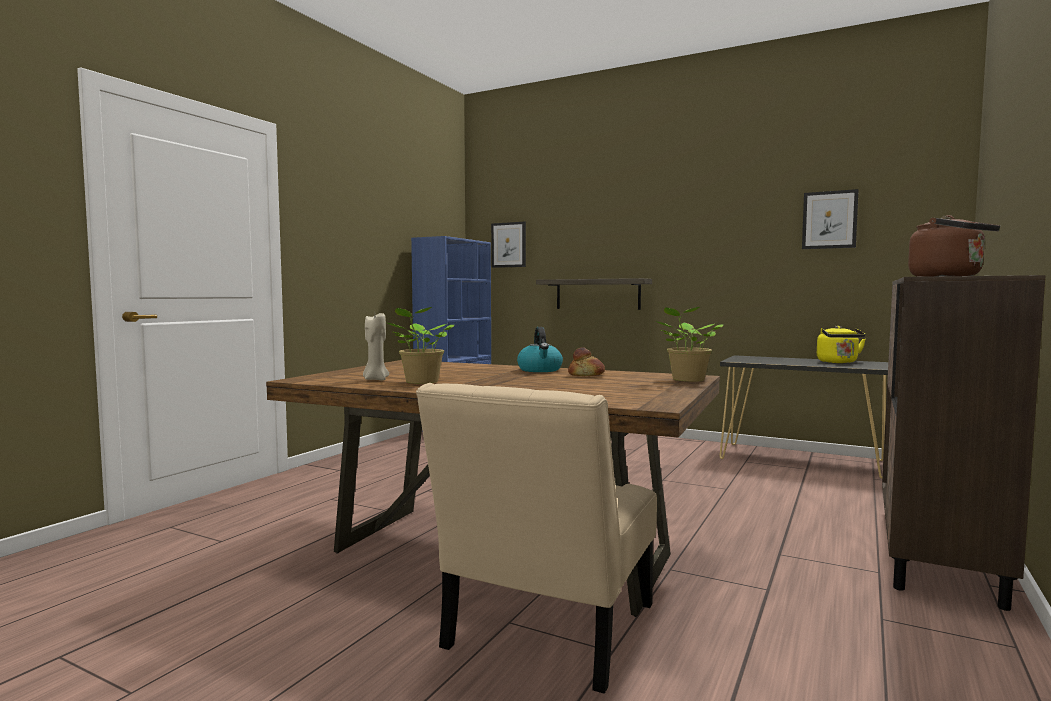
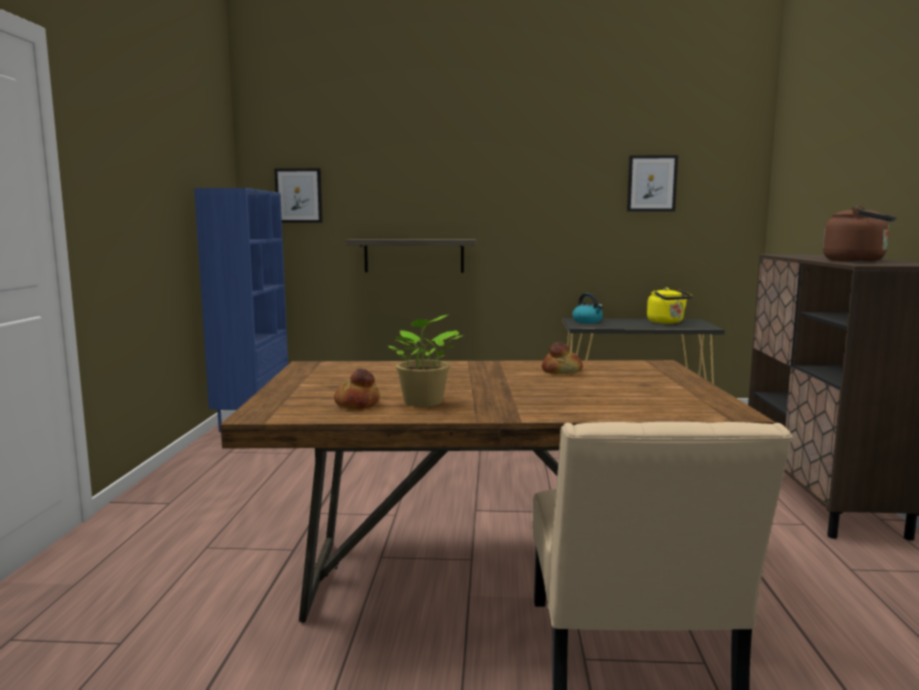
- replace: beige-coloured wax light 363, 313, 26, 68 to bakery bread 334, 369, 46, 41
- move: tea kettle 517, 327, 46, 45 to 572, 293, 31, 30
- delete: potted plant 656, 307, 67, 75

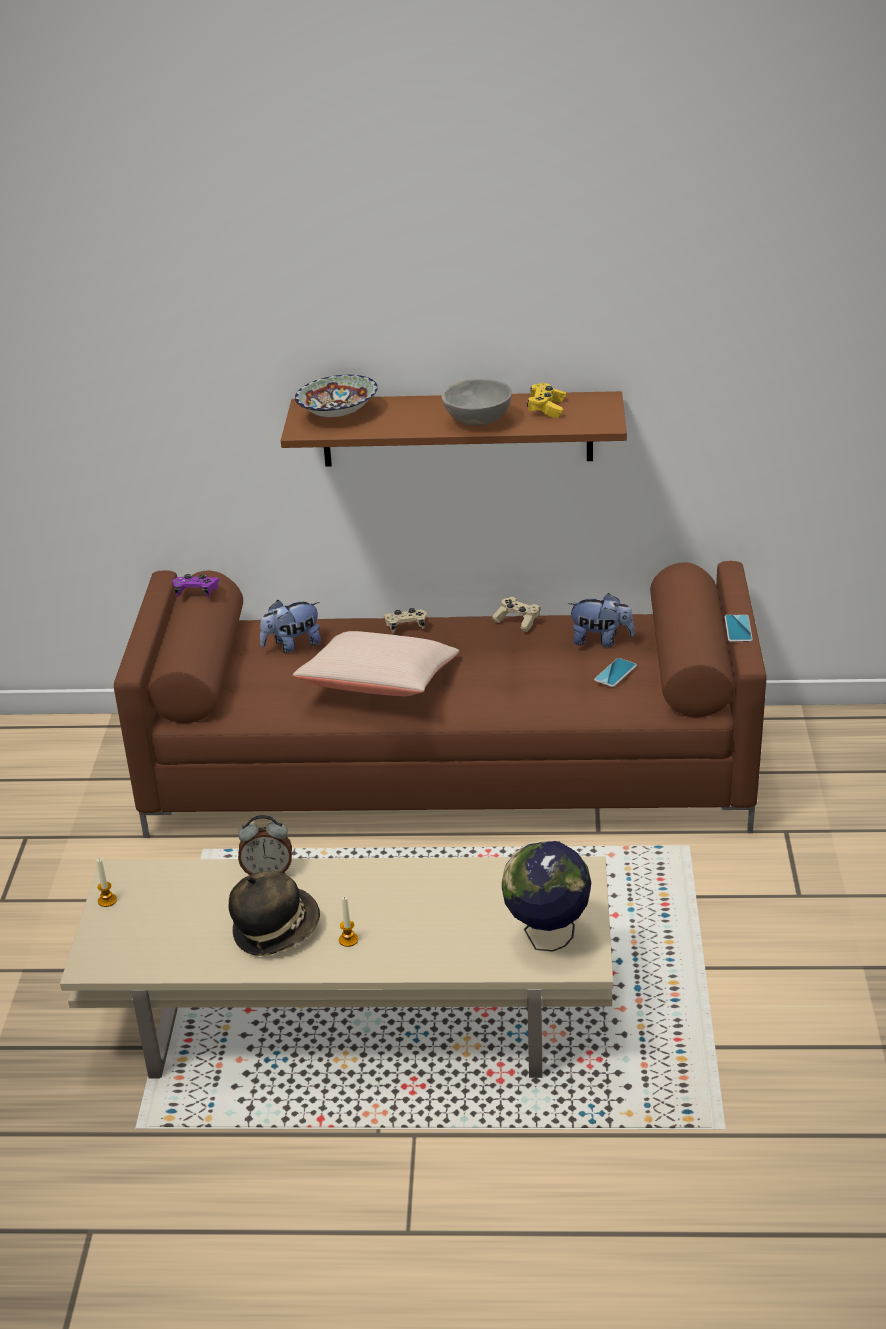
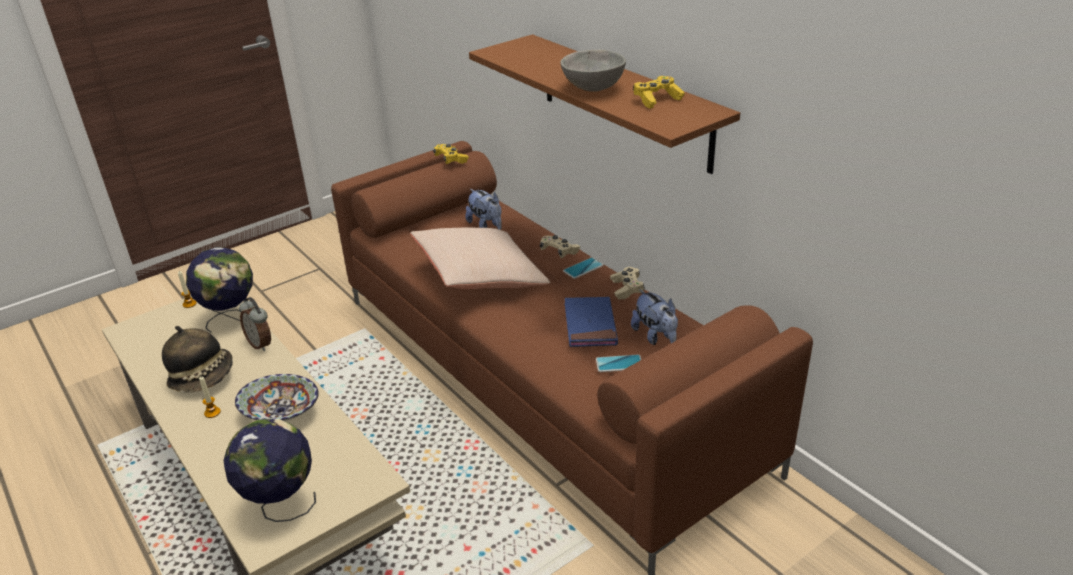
- recolor: purplish gamepad 172, 574, 48, 23 to yellowish gamepad 433, 144, 36, 20
- rotate: cuddly toy 260, 600, 61, 53 = 466, 189, 36, 41 150 degrees counterclockwise
- move: bowl 295, 375, 83, 42 to 235, 374, 84, 47
- move: phone 725, 615, 28, 27 to 563, 258, 40, 21
- insert: desk globe 186, 247, 67, 86
- insert: blue-coloured bound book 564, 297, 54, 50

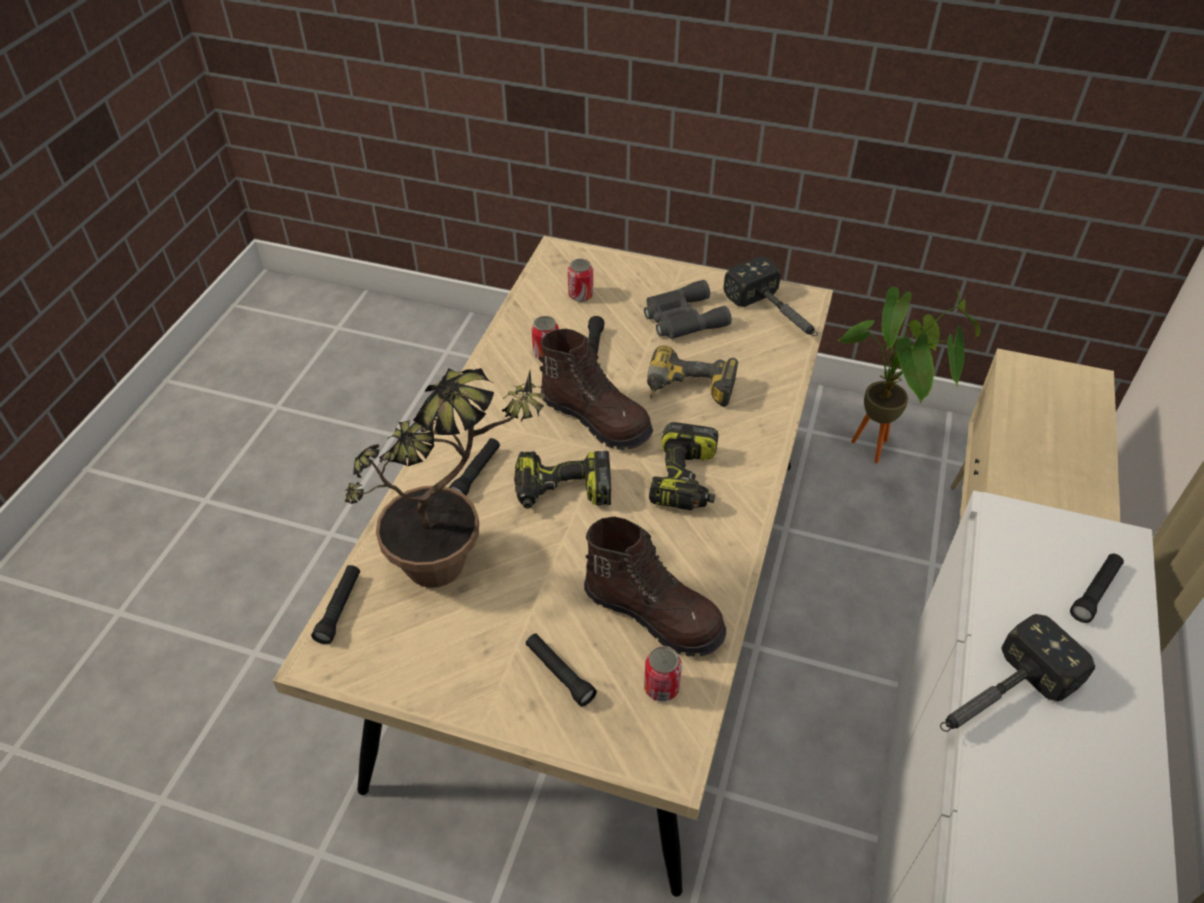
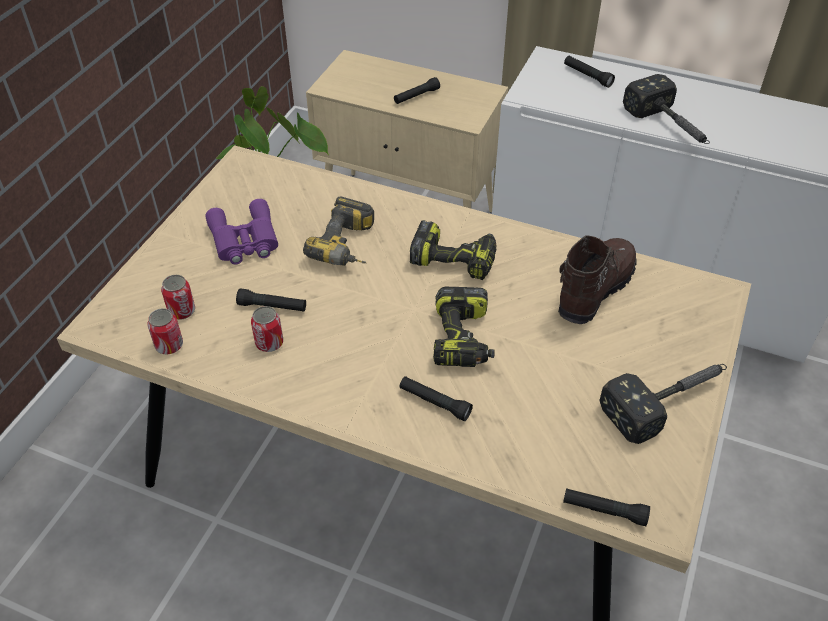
- delete: potted plant 345, 368, 210, 220
- move: black-coloured hand torch 526, 634, 71, 73 to 394, 77, 46, 27
- delete: brown high-top boot 539, 329, 114, 121
- recolor: grey field glasses 644, 280, 88, 59 to purplish field glasses 205, 199, 73, 66
- move: can 644, 646, 38, 55 to 147, 308, 36, 46
- move: hammer 723, 256, 95, 80 to 599, 364, 128, 80

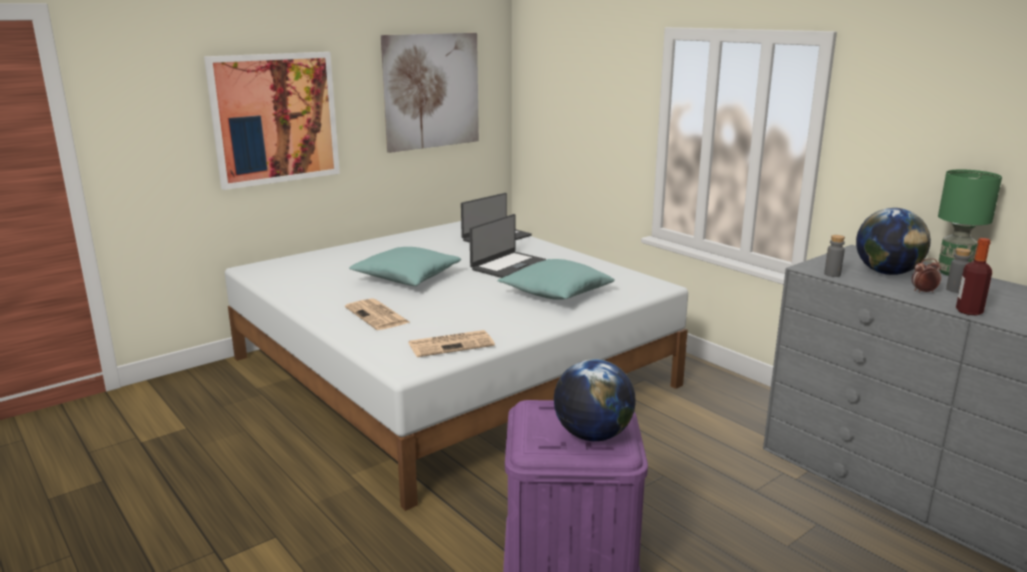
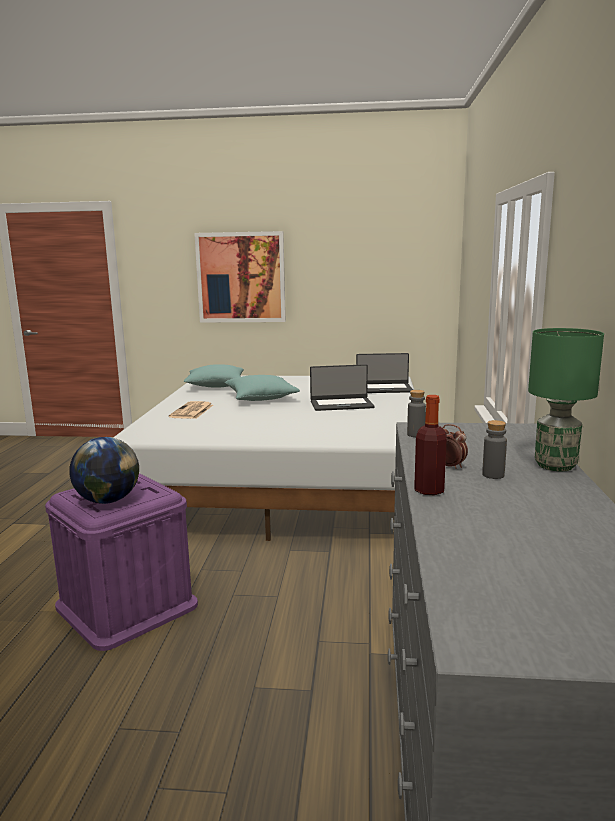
- delete: wall art 381, 33, 98, 120
- delete: newspaper 408, 330, 87, 27
- move: blue-green pillow 497, 259, 118, 41 to 184, 364, 60, 23
- delete: desk globe 856, 208, 75, 67

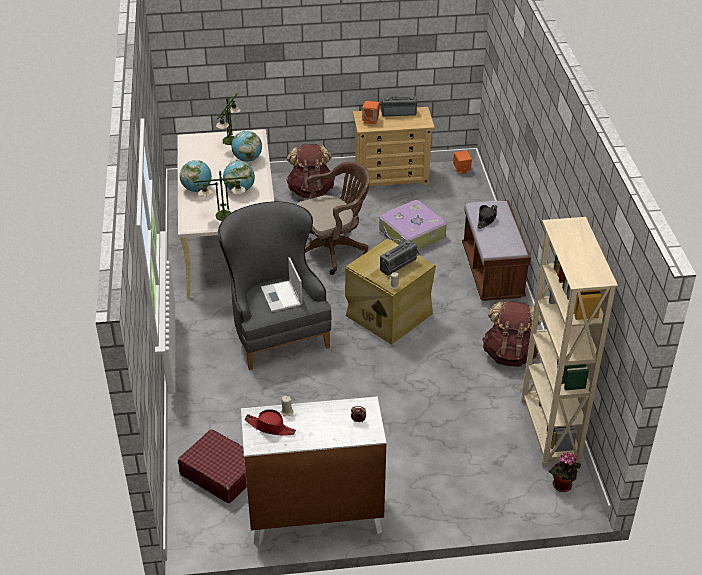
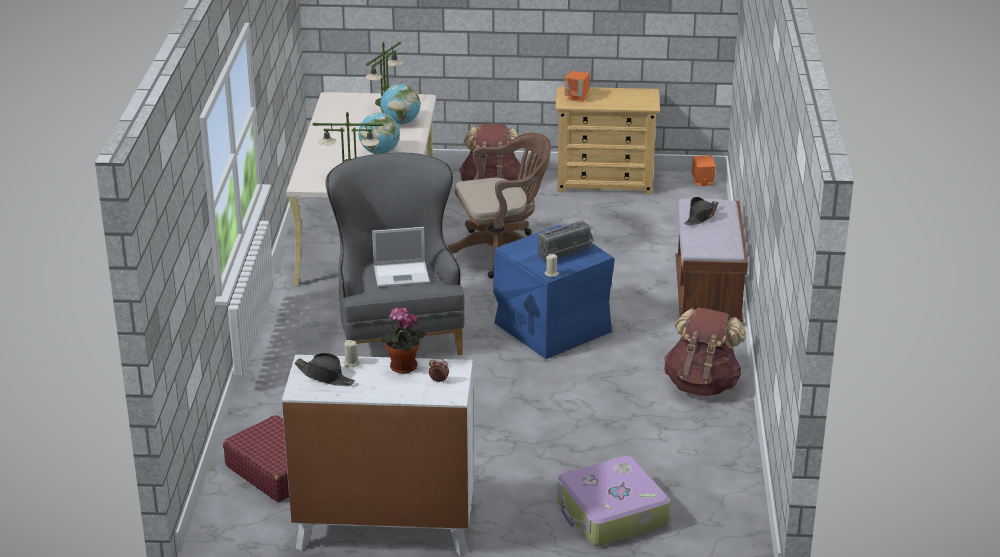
- delete: desk globe 180, 160, 32, 32
- recolor: red-coloured hat 245, 409, 51, 27 to black-coloured hat 294, 353, 61, 33
- rotate: portable computer 261, 257, 41, 55 = 372, 227, 58, 60 90 degrees counterclockwise
- recolor: beige-coloured storage bin 345, 238, 91, 107 to blue-coloured storage bin 493, 225, 122, 134
- move: piece of luggage 379, 200, 68, 49 to 557, 456, 113, 90
- delete: radio 381, 96, 36, 20
- delete: beige-coloured bookcase 521, 217, 97, 250
- move: potted plant 549, 452, 32, 40 to 380, 307, 46, 67

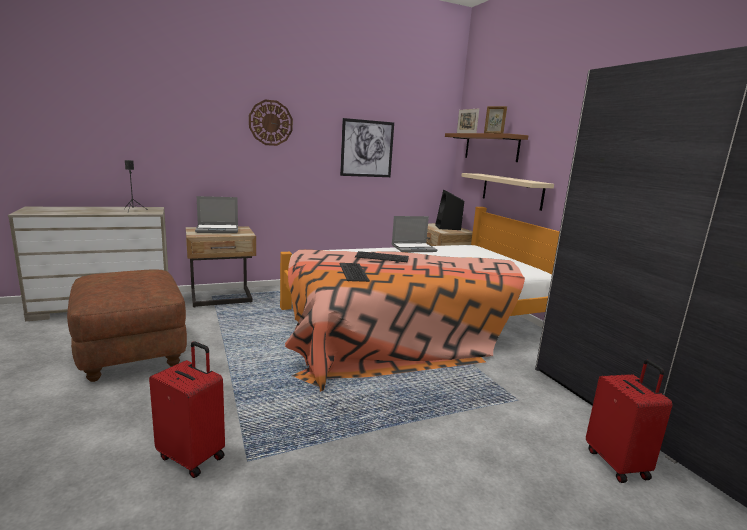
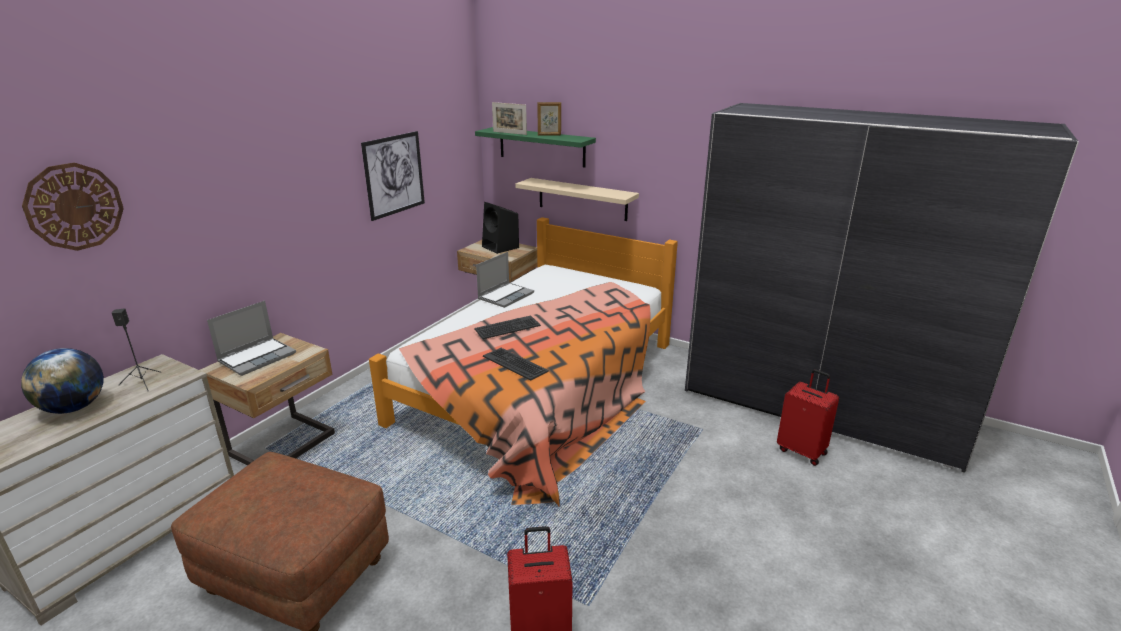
- move: clock on the wall 249, 100, 44, 46 to 22, 163, 102, 88
- recolor: brown shelf 445, 133, 84, 29 to greenish shelf 475, 127, 121, 40
- insert: desk globe 21, 348, 83, 66

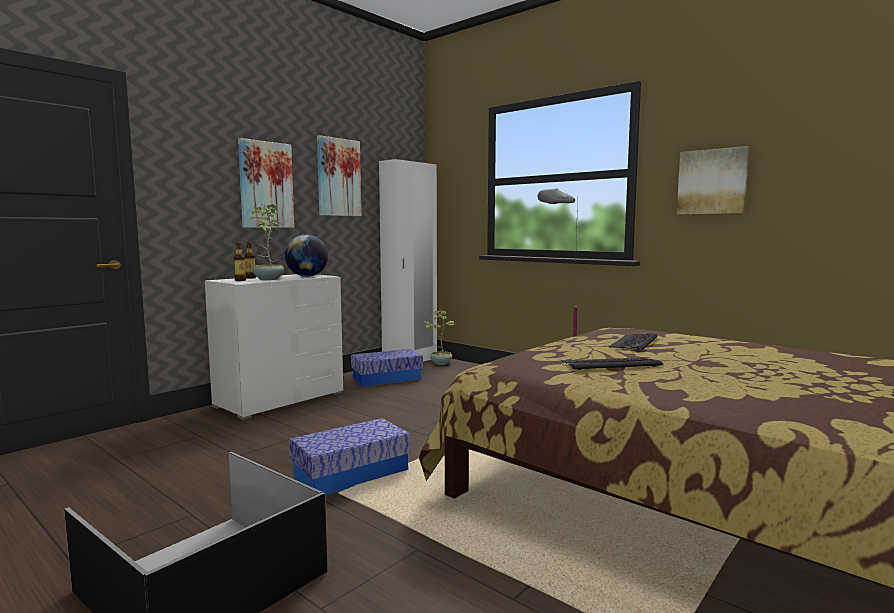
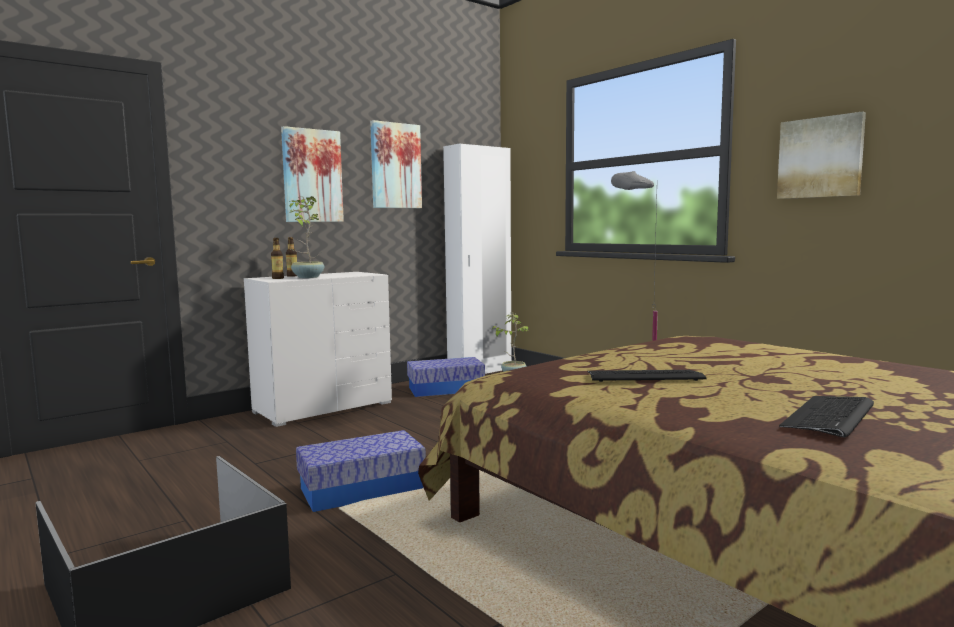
- delete: desk globe 285, 234, 43, 43
- move: computer keyboard 608, 333, 49, 18 to 779, 396, 95, 42

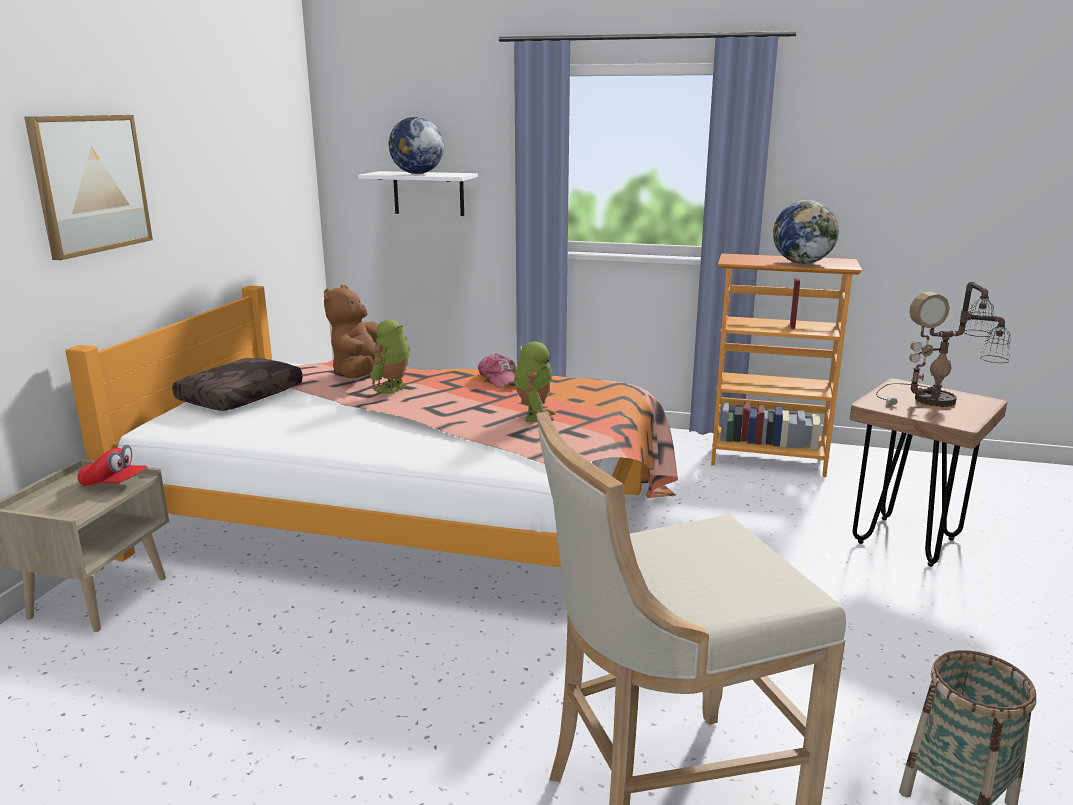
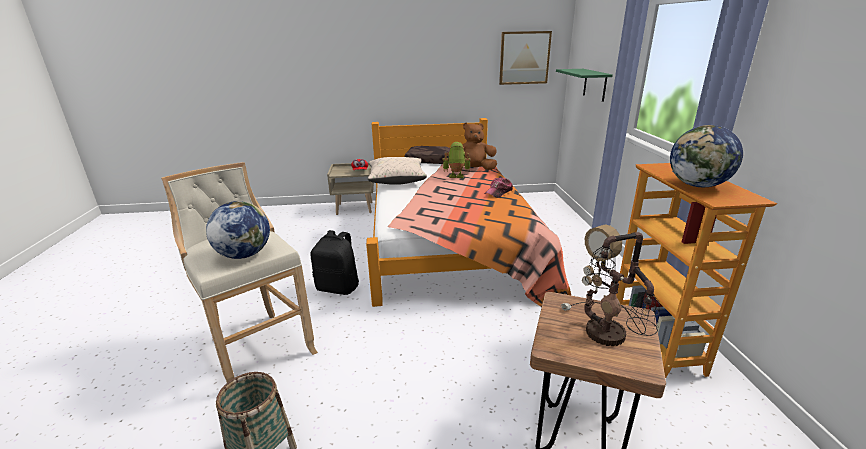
- move: wall art 24, 115, 129, 145 to 499, 31, 53, 54
- recolor: whitish shelf 358, 171, 120, 45 to greenish shelf 556, 69, 57, 33
- move: desk globe 388, 117, 56, 57 to 206, 201, 64, 58
- delete: toy robot 514, 342, 42, 80
- insert: black-coloured rucksack 310, 230, 49, 65
- insert: beige-coloured pillow 368, 157, 59, 28

